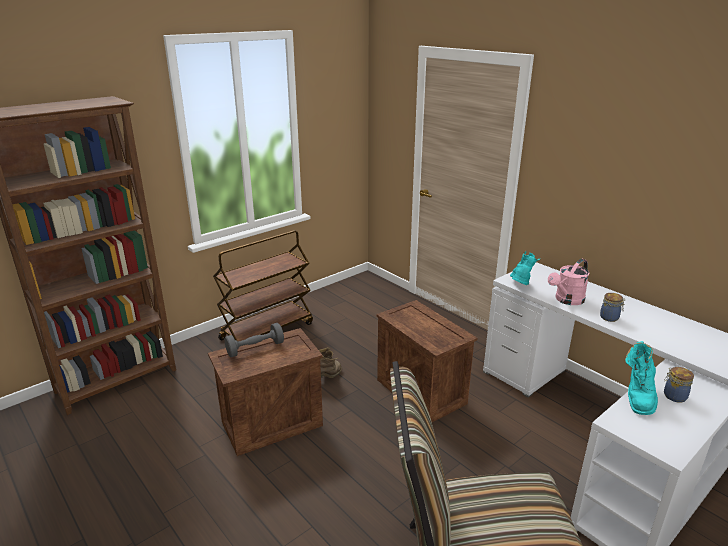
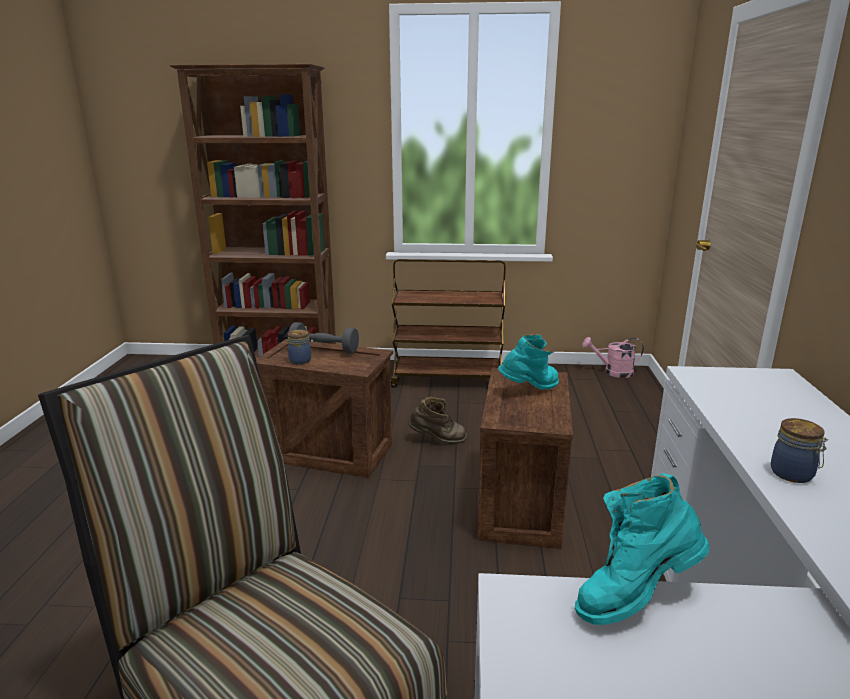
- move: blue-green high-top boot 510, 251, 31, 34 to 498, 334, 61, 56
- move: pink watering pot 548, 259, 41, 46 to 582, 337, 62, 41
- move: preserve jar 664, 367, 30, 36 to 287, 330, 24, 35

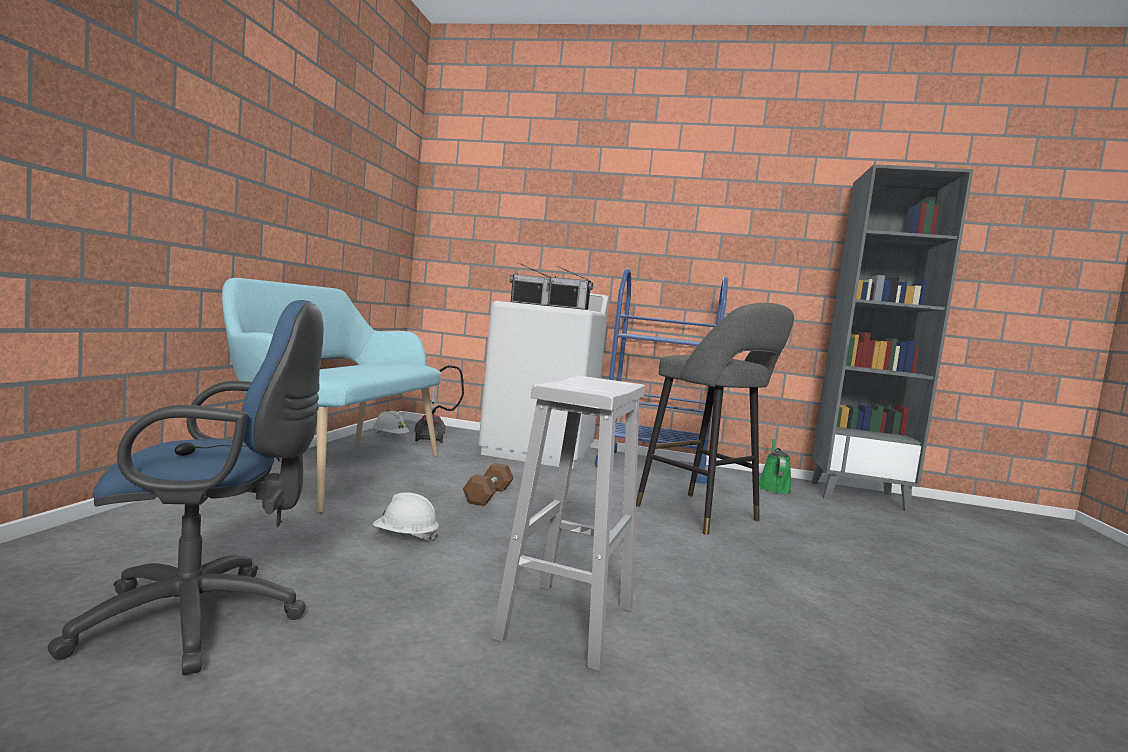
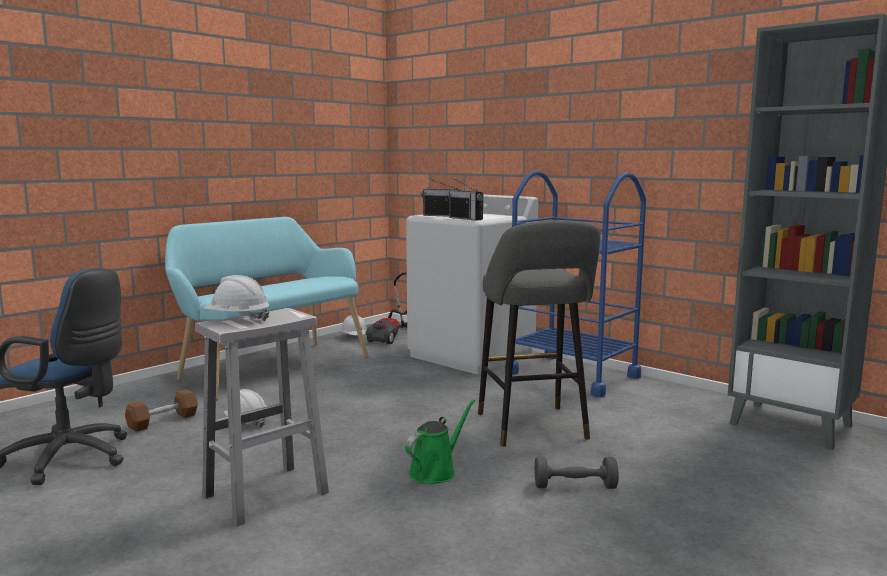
- move: brown hand weight 463, 463, 51, 43 to 125, 389, 73, 43
- move: greenish watering pot 759, 439, 33, 55 to 405, 399, 70, 85
- insert: whitish work helmet 204, 275, 65, 46
- insert: grey hand weight 535, 456, 84, 33

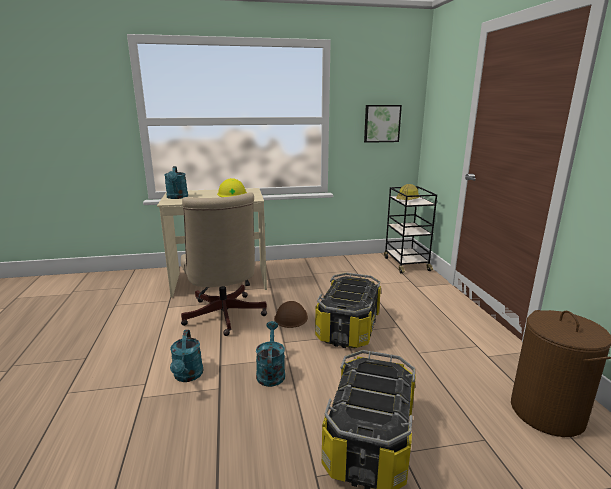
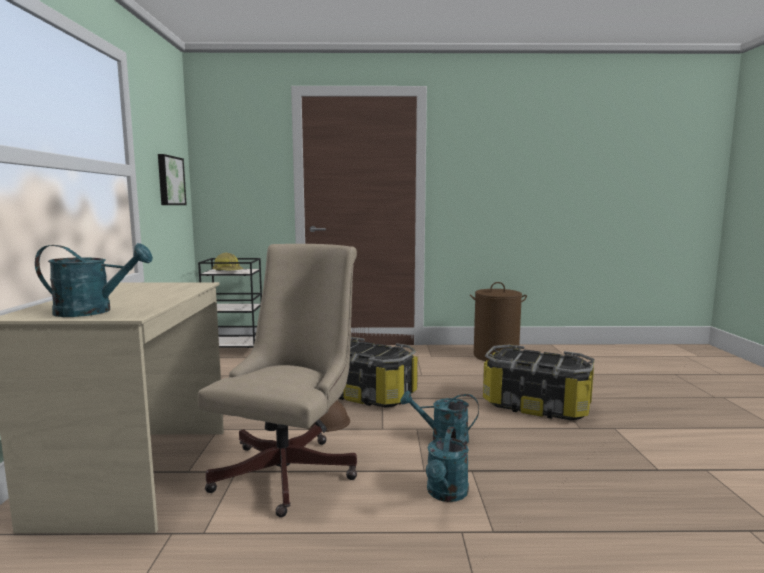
- rotate: blue-green watering pot 170, 330, 33, 52 = 426, 426, 43, 76 105 degrees clockwise
- rotate: beige-coloured desk chair 181, 192, 86, 144 = 198, 244, 159, 273 60 degrees counterclockwise
- delete: yellowish work helmet 217, 178, 30, 19

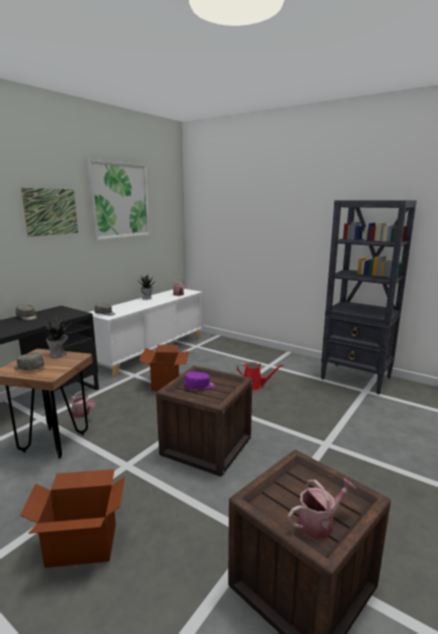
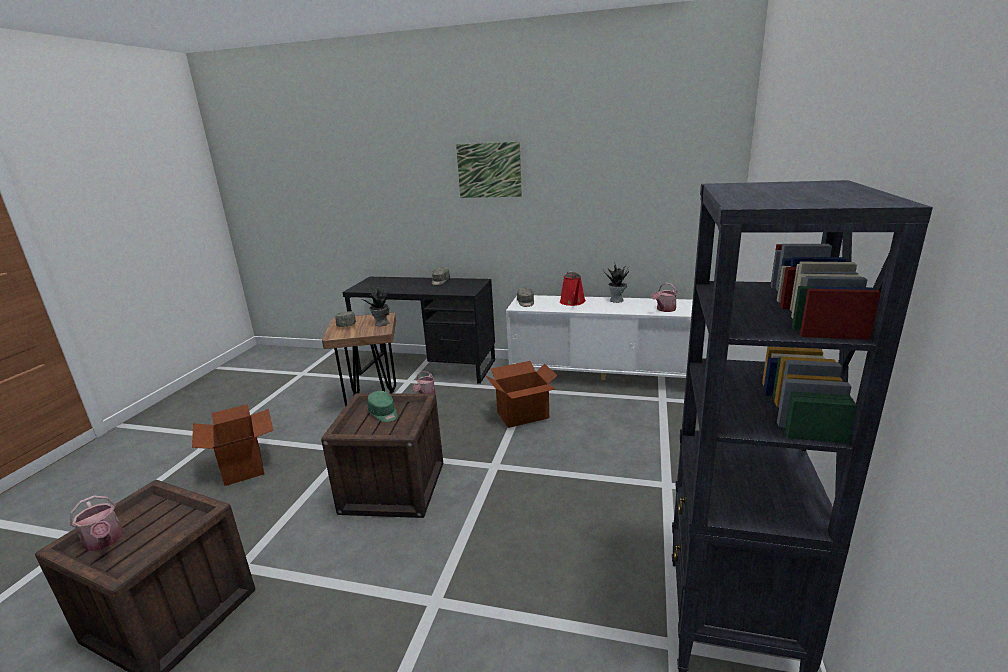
- delete: wall art 87, 160, 63, 80
- recolor: purplish cap 184, 372, 31, 17 to greenish cap 367, 391, 30, 31
- move: red-coloured watering pot 237, 362, 47, 28 to 560, 271, 26, 35

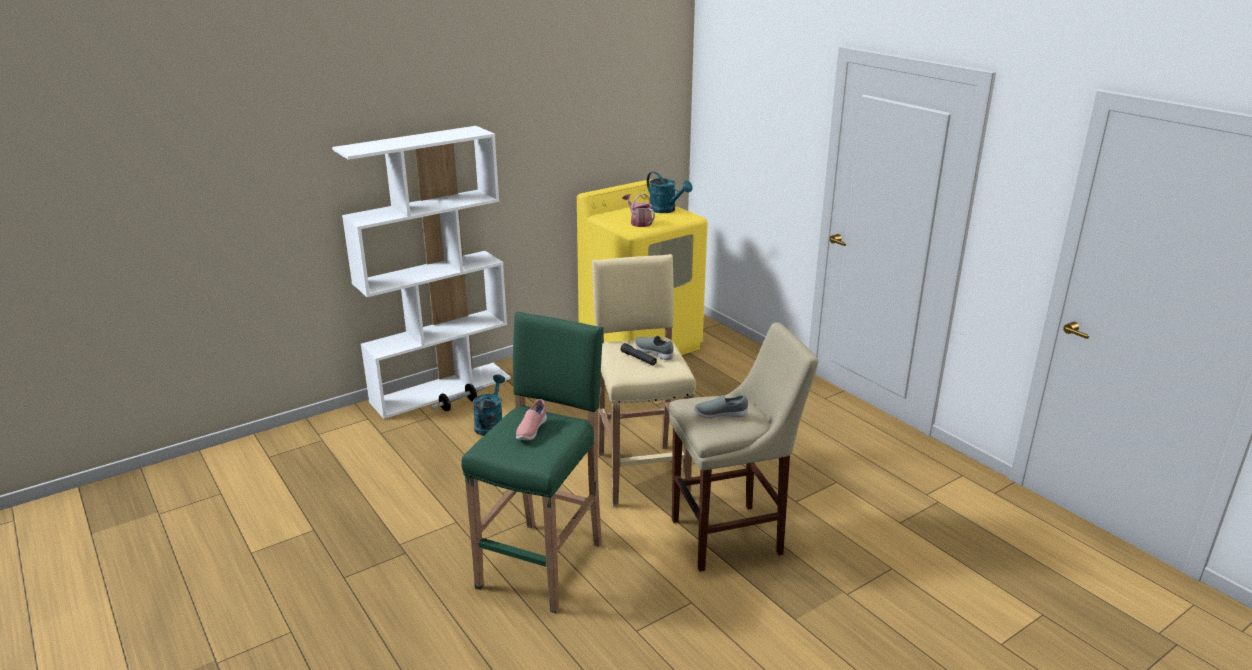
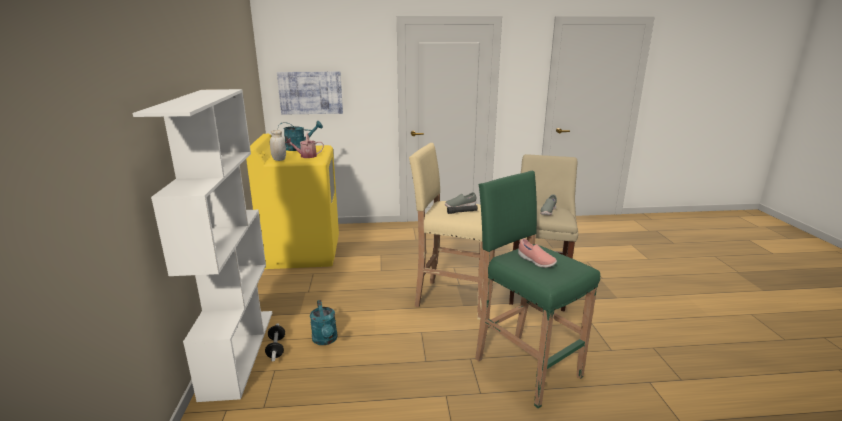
- rotate: blue-green watering pot 473, 374, 32, 62 = 310, 300, 28, 45 150 degrees counterclockwise
- insert: whitish preserve jar 270, 130, 16, 31
- insert: wall art 277, 72, 66, 42

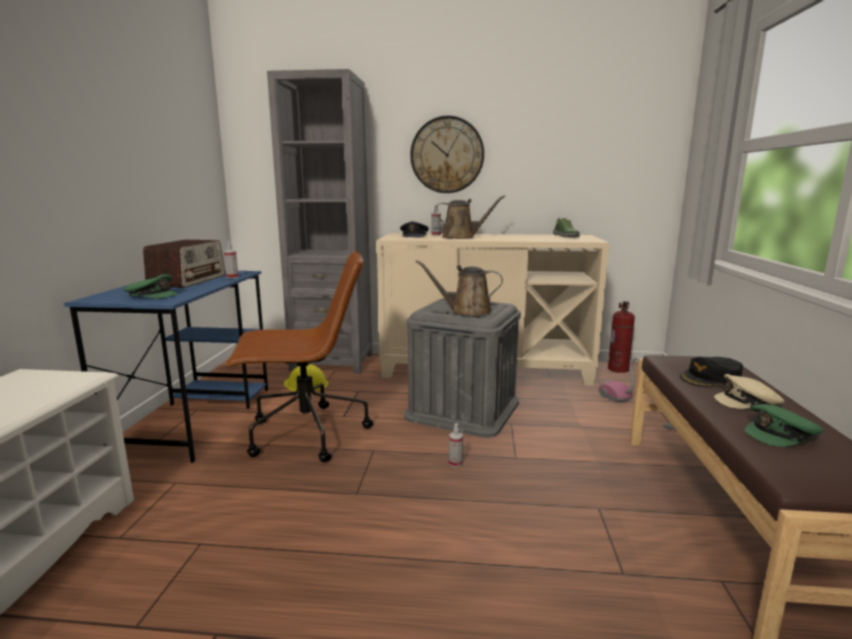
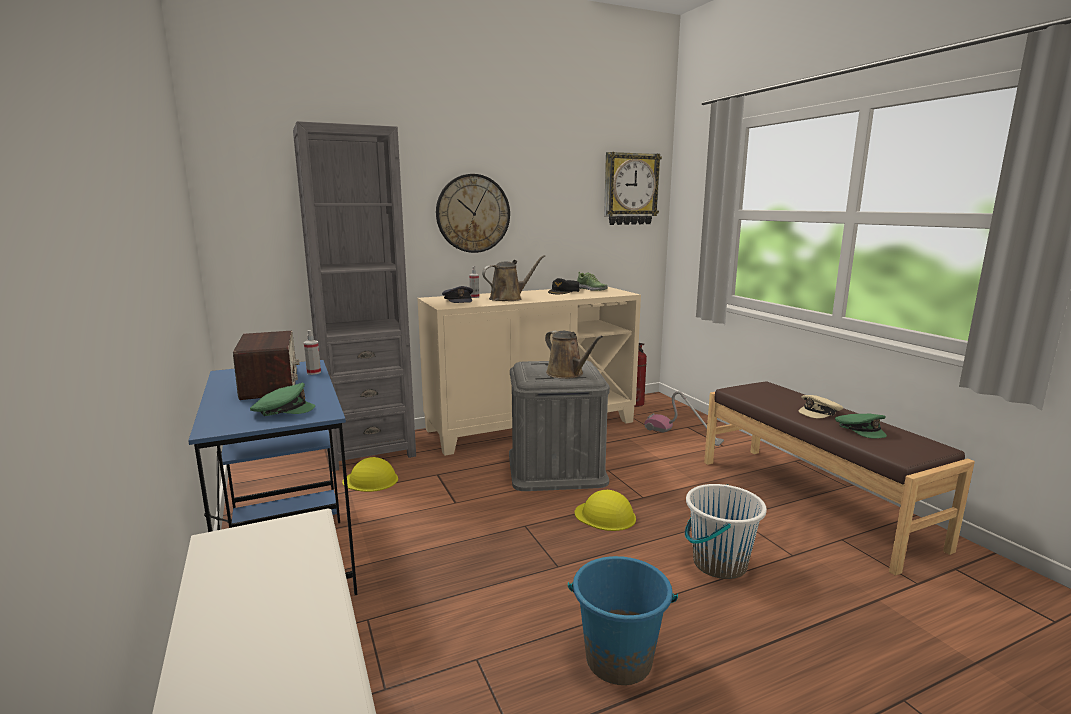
- delete: brown desk chair 226, 251, 147, 211
- rotate: brown watering pot 416, 260, 87, 56 = 545, 331, 58, 48 105 degrees counterclockwise
- replace: spray bottle 449, 423, 14, 44 to yellowish work helmet 575, 490, 61, 41
- move: black-coloured cap 680, 356, 63, 31 to 548, 278, 31, 16
- rotate: greenish cap 745, 404, 78, 43 = 835, 414, 52, 24 60 degrees counterclockwise
- insert: blue-coloured pail 568, 556, 110, 129
- insert: clock on the wall 604, 152, 58, 73
- insert: whitish pail 685, 484, 82, 95

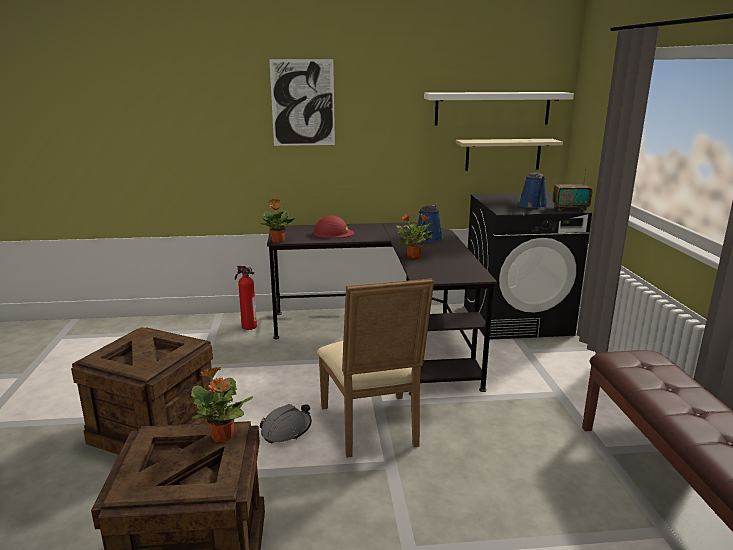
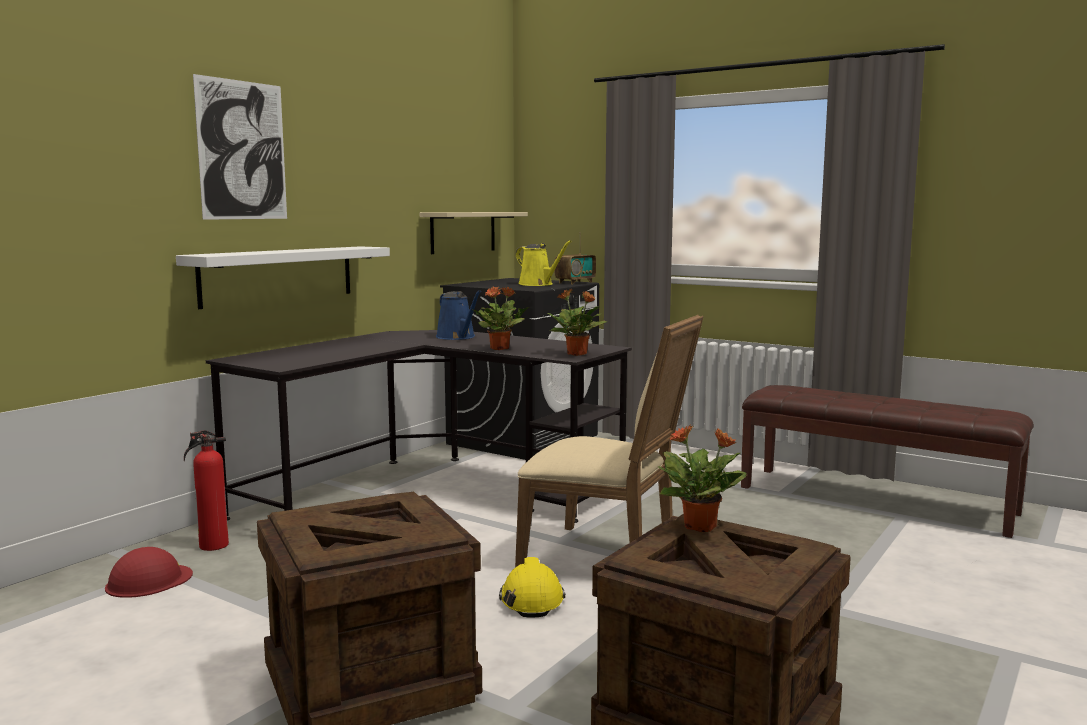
- move: potted plant 260, 199, 35, 43 to 548, 289, 59, 67
- recolor: grey work helmet 260, 404, 52, 40 to yellowish work helmet 499, 557, 66, 60
- move: red-coloured work helmet 313, 215, 41, 23 to 105, 547, 88, 51
- move: whitish shelf 424, 92, 150, 34 to 176, 246, 214, 63
- recolor: blue-coloured watering pot 519, 172, 29, 36 to yellowish watering pot 516, 240, 56, 46

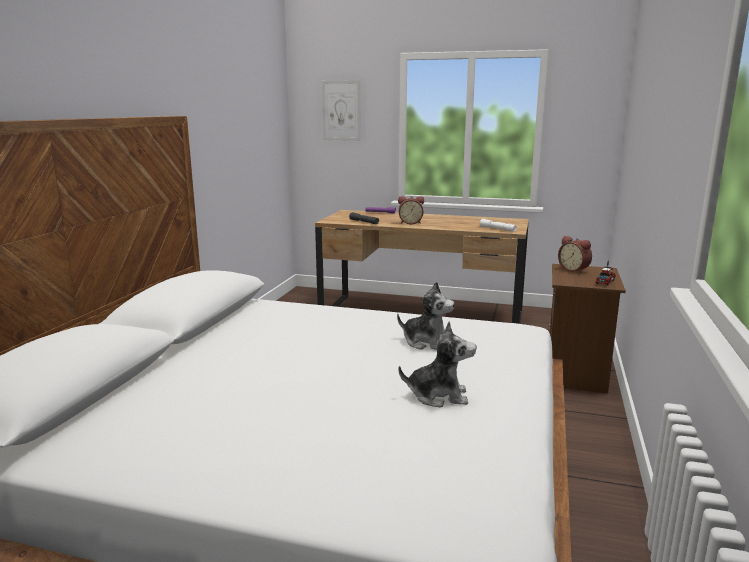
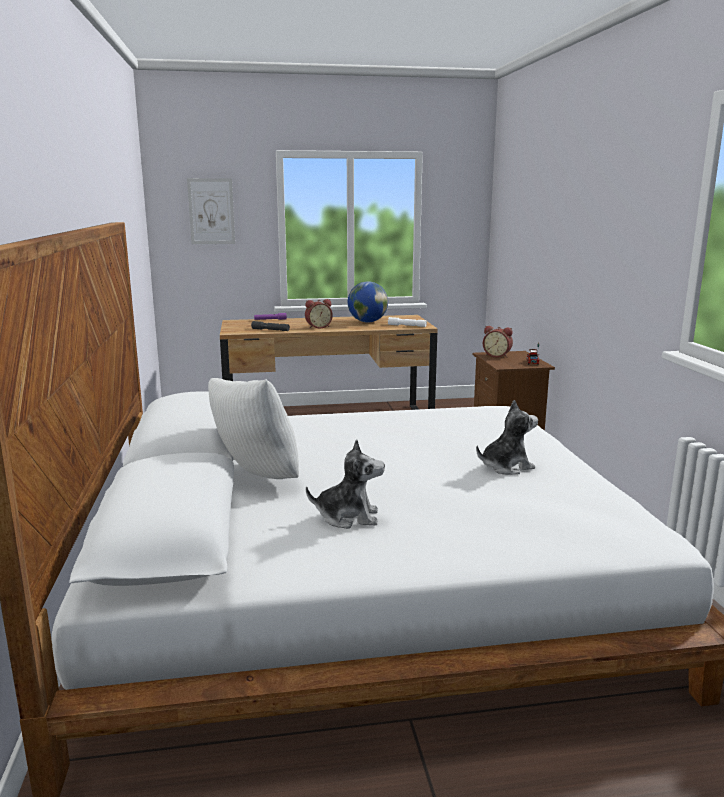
- move: cuddly toy 397, 282, 58, 68 to 306, 439, 79, 90
- insert: whitish pillow 208, 378, 91, 101
- insert: desk globe 348, 281, 40, 41

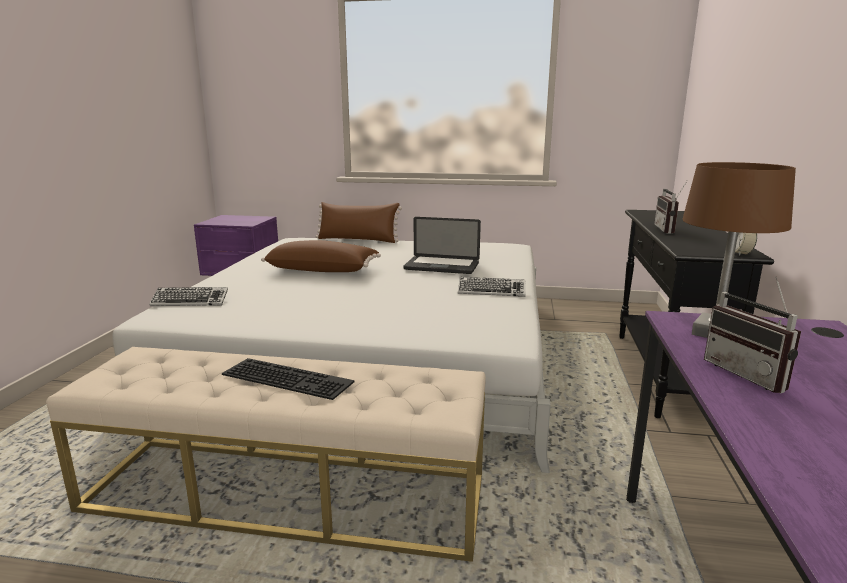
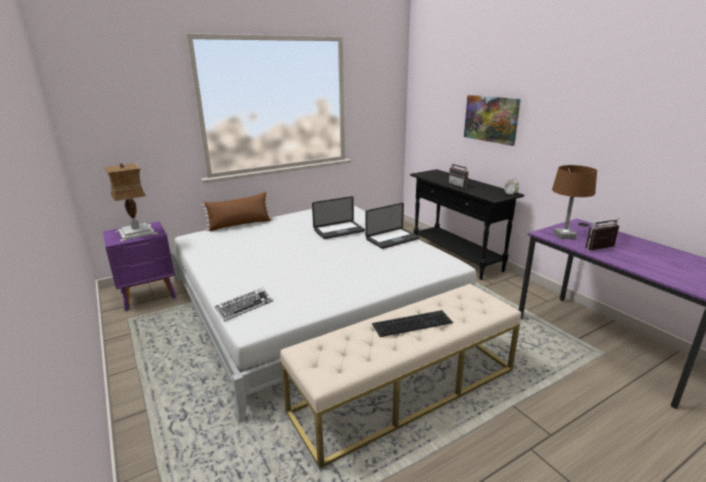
- delete: brown pillow 261, 240, 120, 32
- replace: computer keyboard 458, 277, 68, 20 to portable computer 365, 203, 55, 46
- rotate: radio 704, 277, 97, 116 = 585, 217, 36, 33 135 degrees clockwise
- insert: table lamp 104, 163, 54, 79
- insert: wall art 464, 95, 57, 51

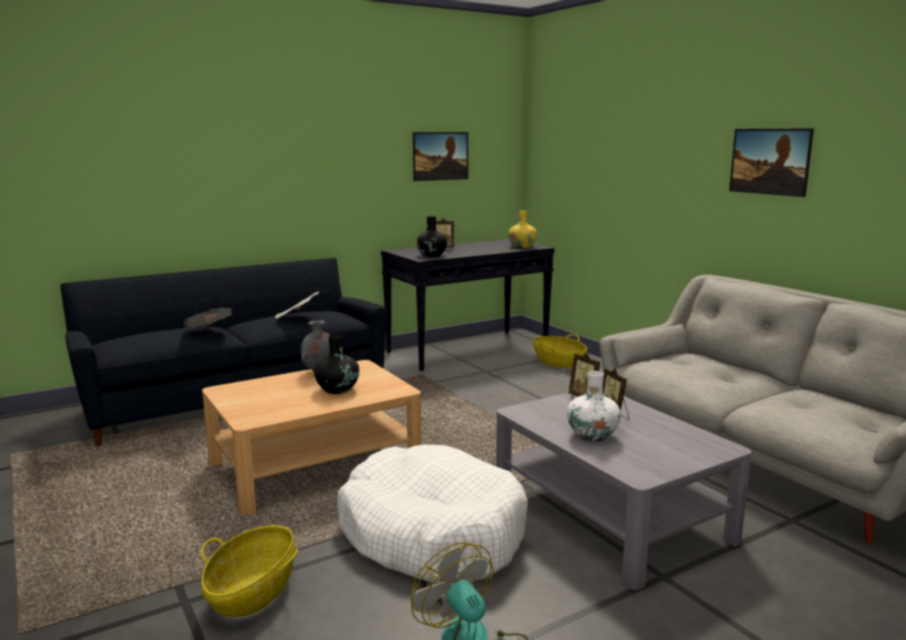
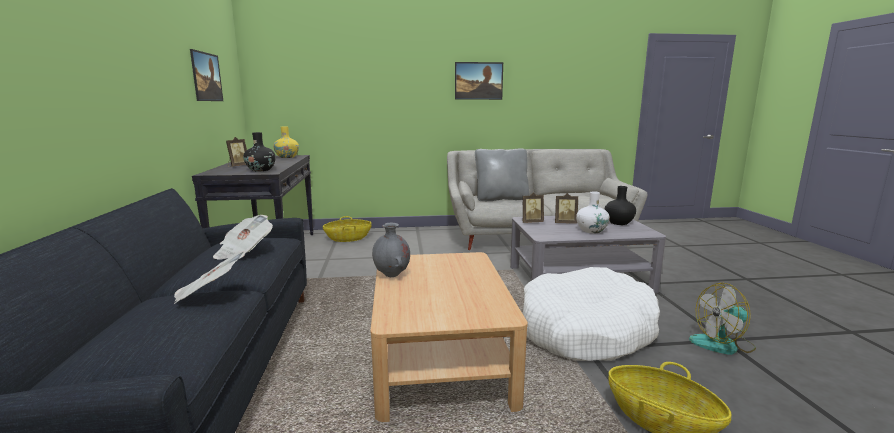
- move: black-coloured flower vase 314, 334, 45, 60 to 604, 186, 32, 39
- insert: grey pillow 475, 148, 55, 53

